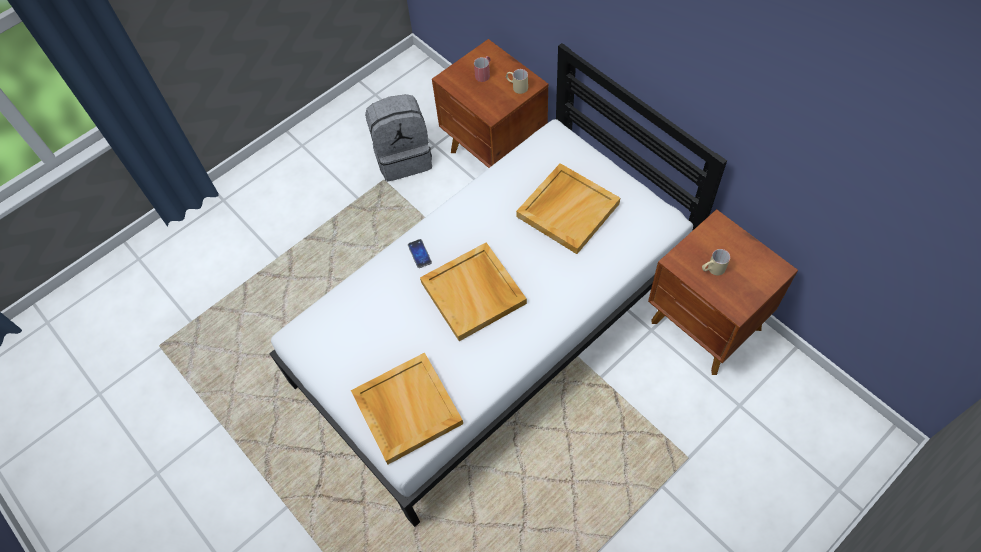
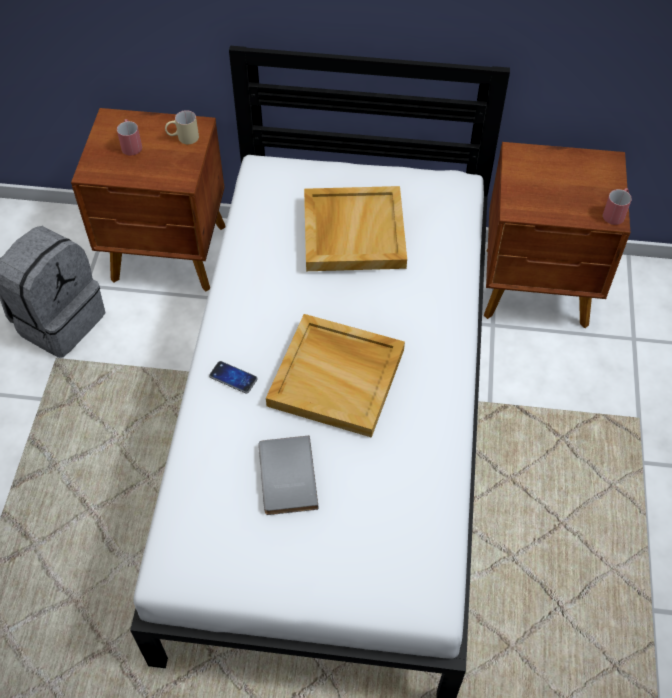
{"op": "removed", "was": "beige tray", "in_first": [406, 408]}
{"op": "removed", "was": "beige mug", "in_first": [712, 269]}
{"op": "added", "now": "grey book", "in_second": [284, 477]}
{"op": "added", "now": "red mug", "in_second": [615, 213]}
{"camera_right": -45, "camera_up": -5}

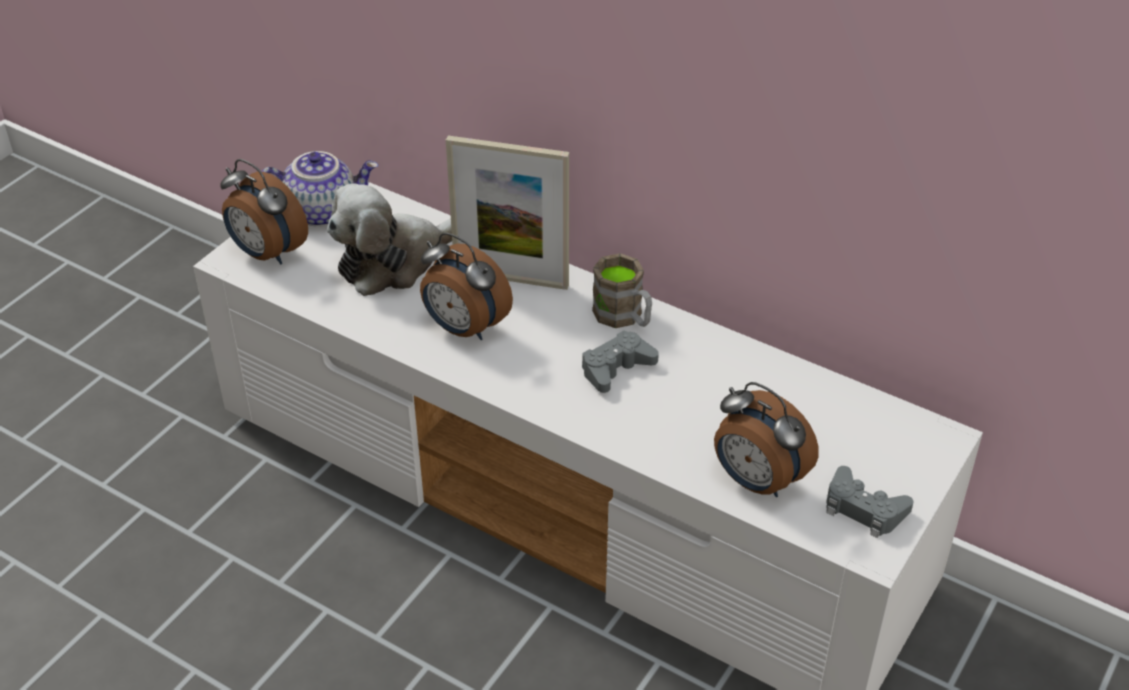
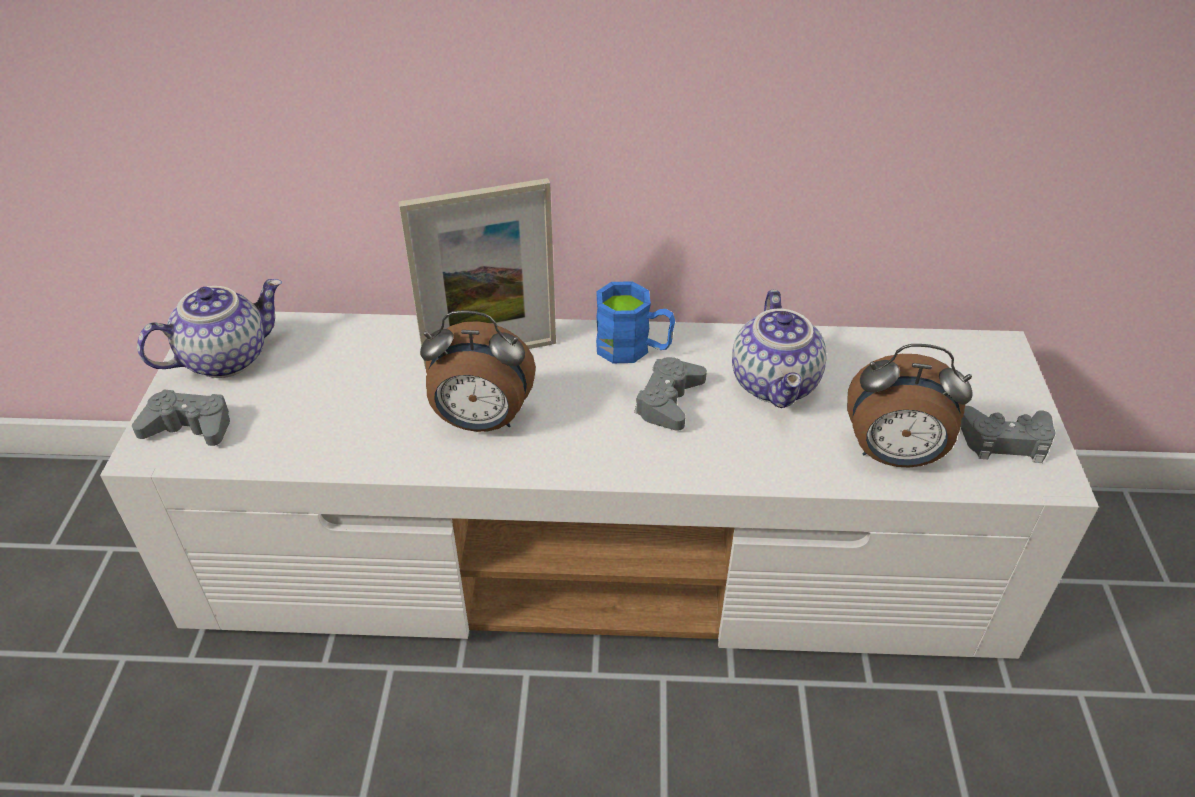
{"op": "replaced", "was": "alarm clock", "now": "grey game controller", "in_first": [267, 253], "in_second": [189, 426]}
{"op": "removed", "was": "plush toy", "in_first": [394, 261]}
{"op": "recoloured", "was": "brown mug", "now": "blue mug", "in_first": [624, 317], "in_second": [633, 349]}
{"op": "added", "now": "teapot", "in_second": [776, 384]}
{"camera_right": -30, "camera_up": 0}

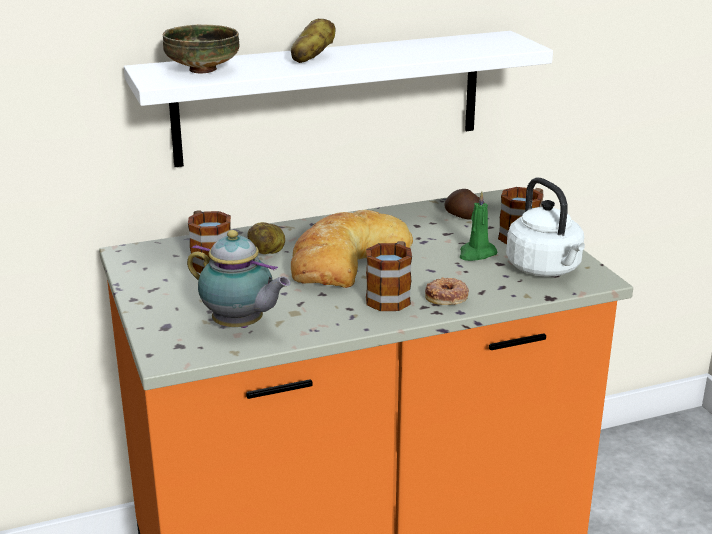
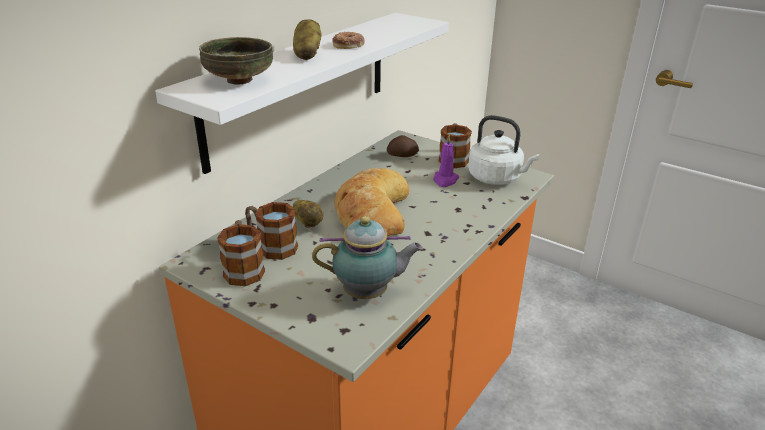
{"op": "moved", "was": "mug", "in_first": [391, 295], "in_second": [243, 268]}
{"op": "moved", "was": "donut", "in_first": [447, 297], "in_second": [348, 45]}
{"op": "recoloured", "was": "green candle", "now": "purple candle", "in_first": [476, 254], "in_second": [445, 180]}
{"camera_right": -35, "camera_up": 5}

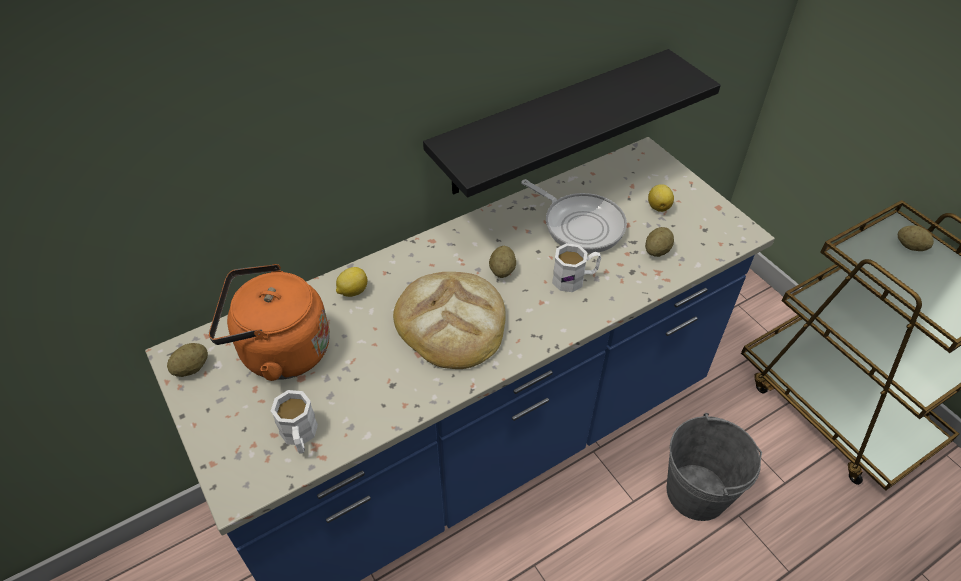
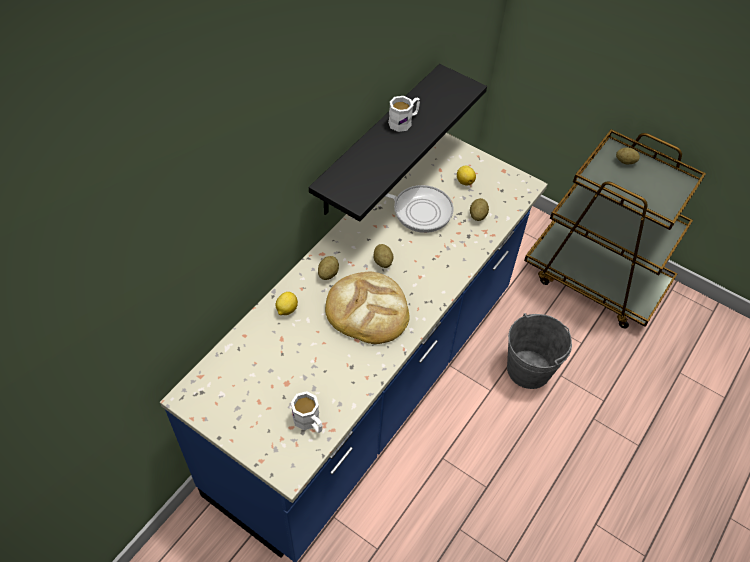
{"op": "moved", "was": "potato", "in_first": [191, 368], "in_second": [328, 273]}
{"op": "removed", "was": "orange kettle", "in_first": [279, 351]}
{"op": "moved", "was": "white mug", "in_first": [575, 279], "in_second": [404, 121]}
{"camera_right": -25, "camera_up": 5}

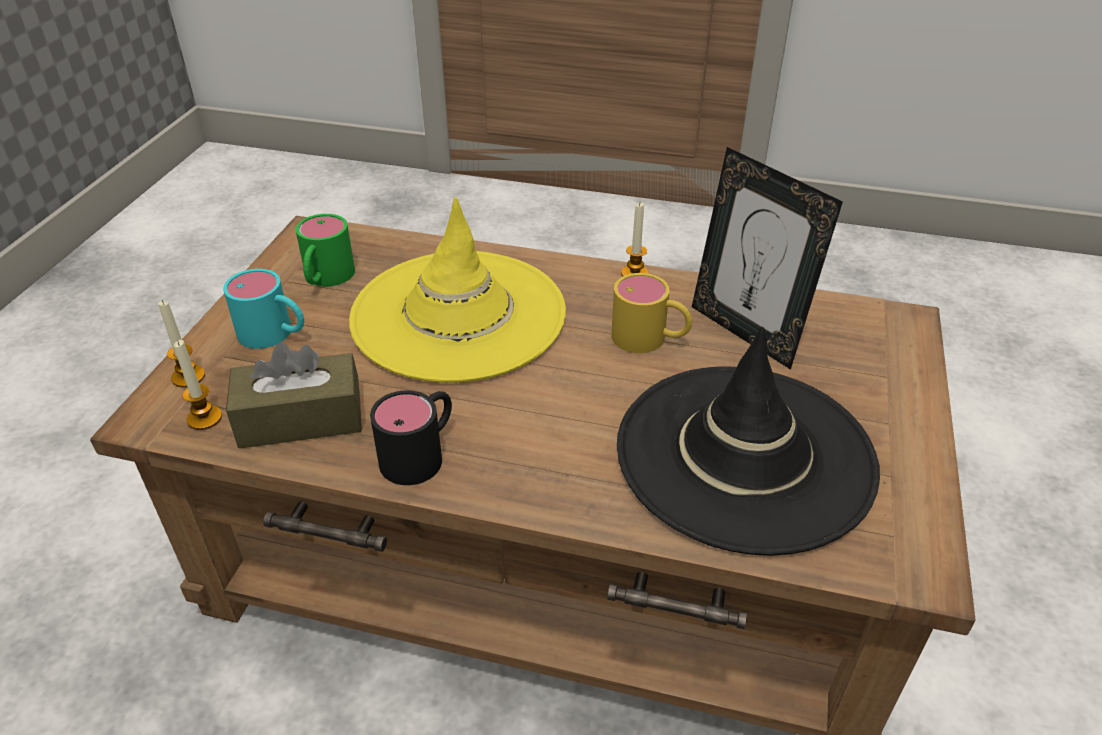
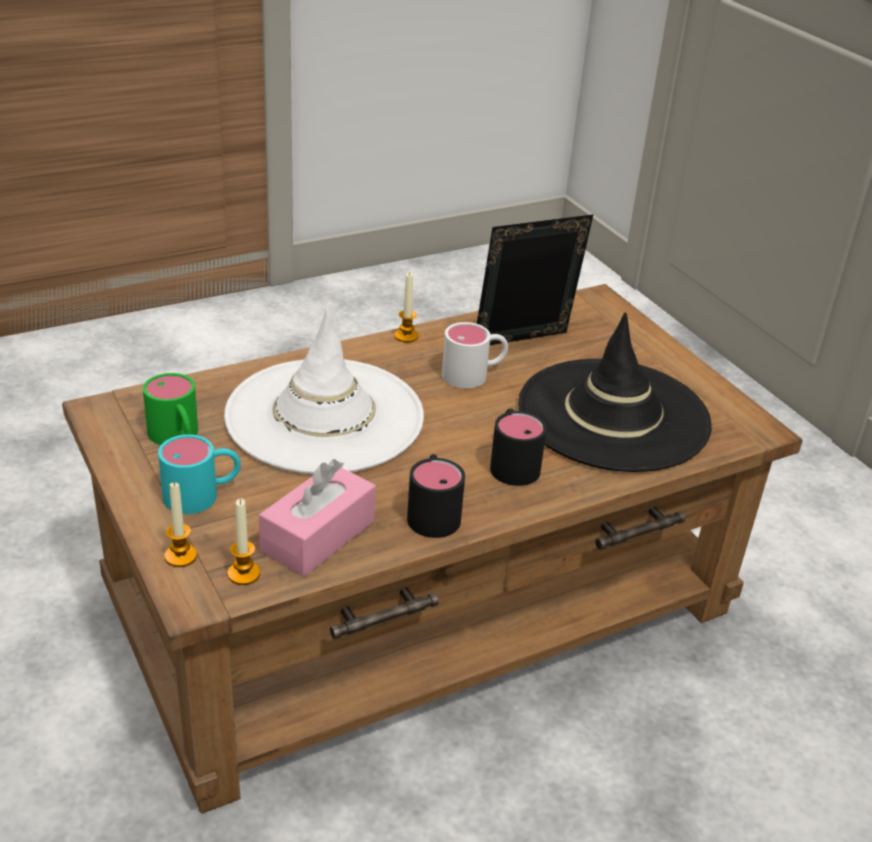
{"op": "recoloured", "was": "brown tissue box", "now": "pink tissue box", "in_first": [301, 419], "in_second": [318, 536]}
{"op": "recoloured", "was": "yellow hat", "now": "white hat", "in_first": [458, 315], "in_second": [324, 416]}
{"op": "recoloured", "was": "yellow mug", "now": "white mug", "in_first": [650, 339], "in_second": [474, 374]}
{"op": "turned", "was": "picture frame", "in_first": [746, 332], "in_second": [523, 344], "clockwise": 150}
{"op": "added", "now": "black mug", "in_second": [512, 462]}
{"camera_right": -45, "camera_up": -5}

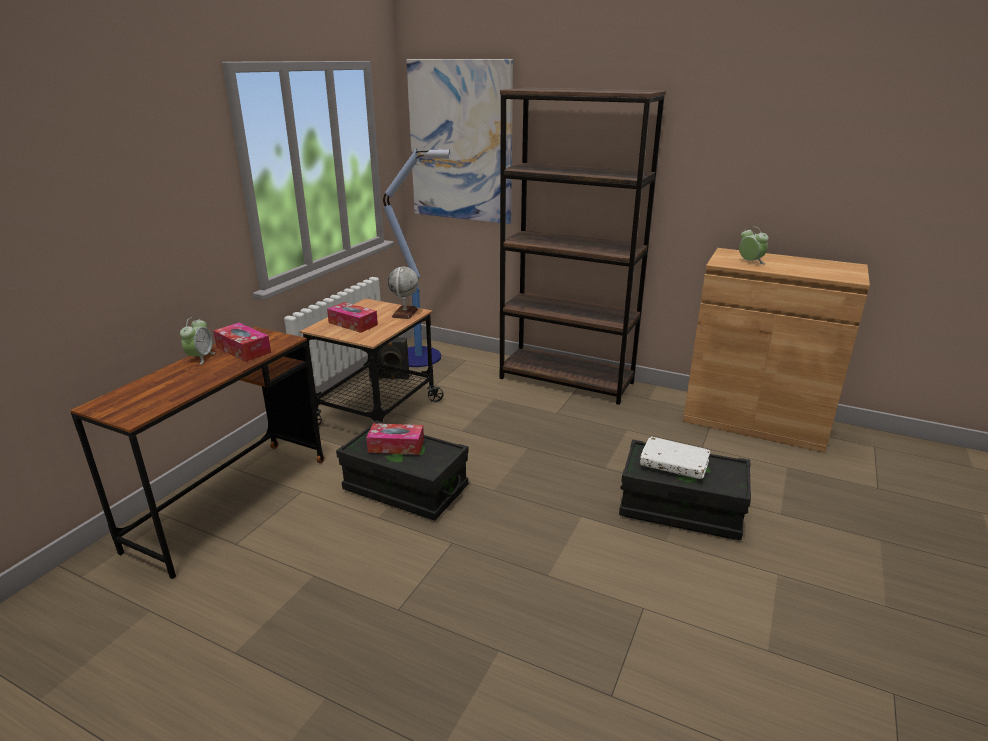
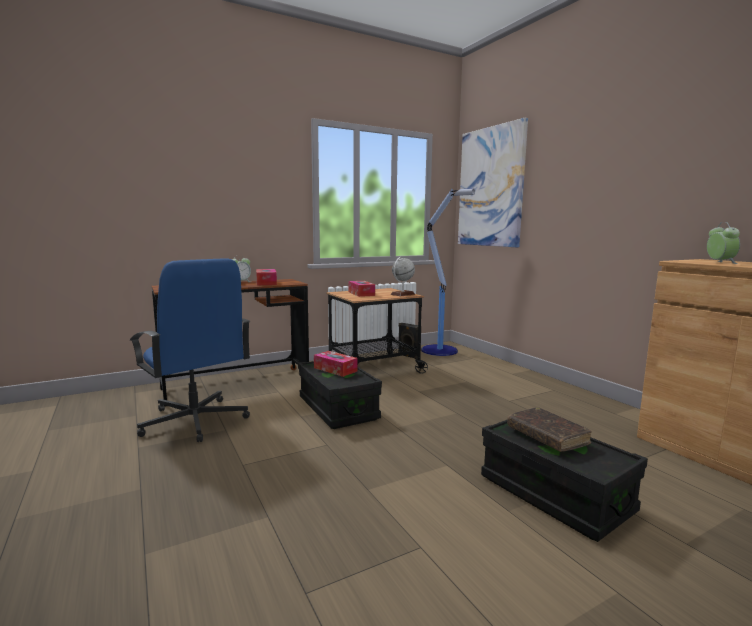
{"op": "removed", "was": "brown bookcase", "in_first": [566, 380]}
{"op": "recoloured", "was": "white book", "now": "brown book", "in_first": [674, 464], "in_second": [547, 436]}
{"op": "added", "now": "blue office chair", "in_second": [195, 421]}
{"camera_right": 35, "camera_up": -15}

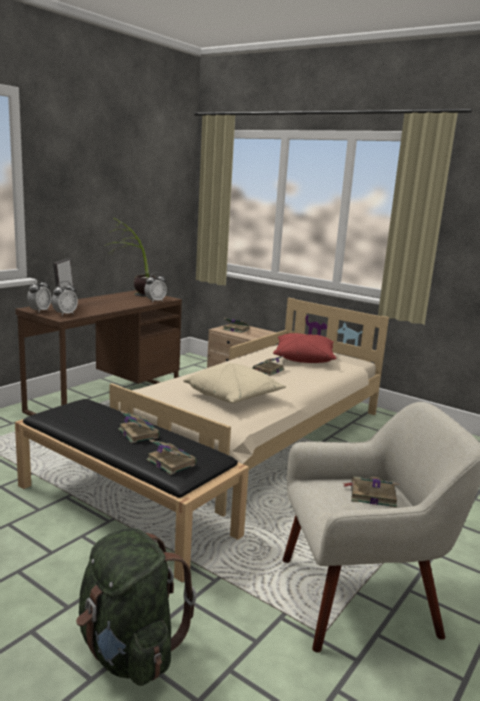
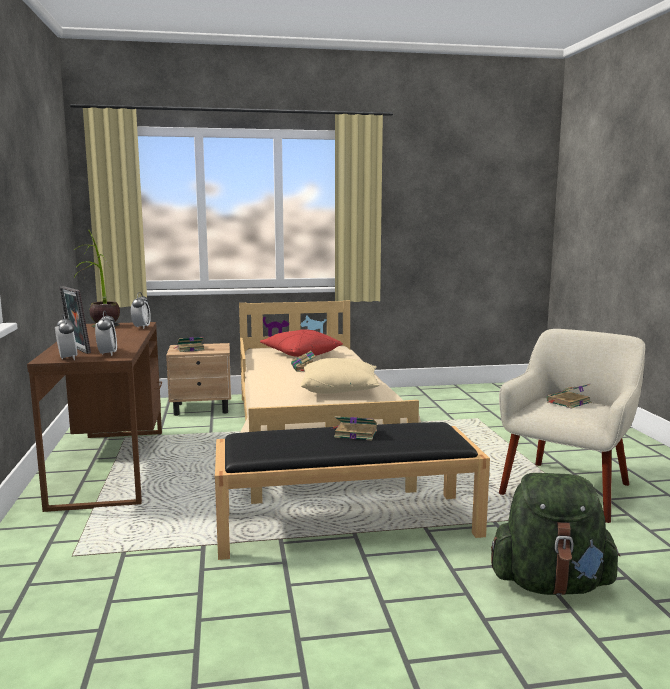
{"op": "removed", "was": "book", "in_first": [170, 462]}
{"camera_right": -45, "camera_up": -5}

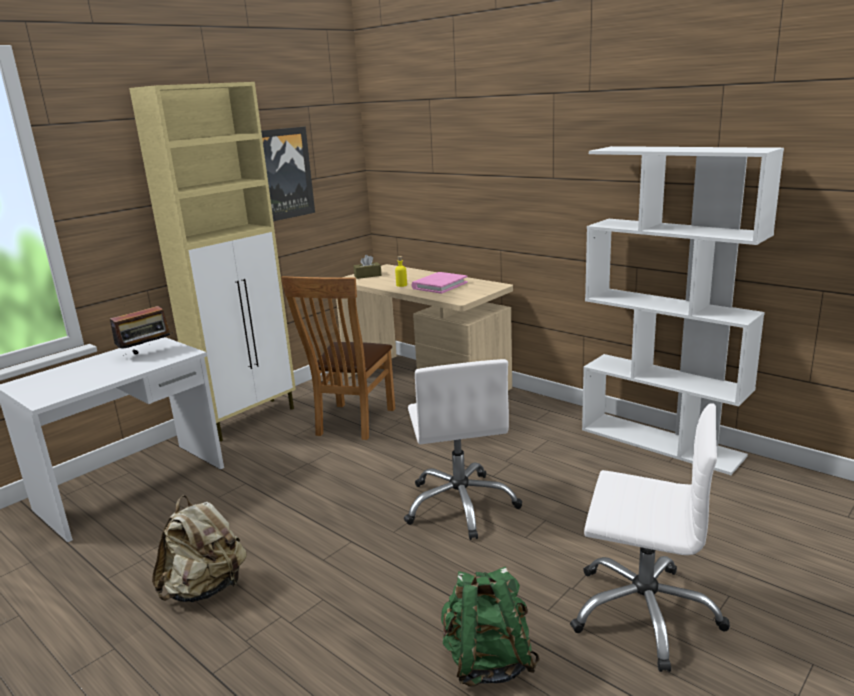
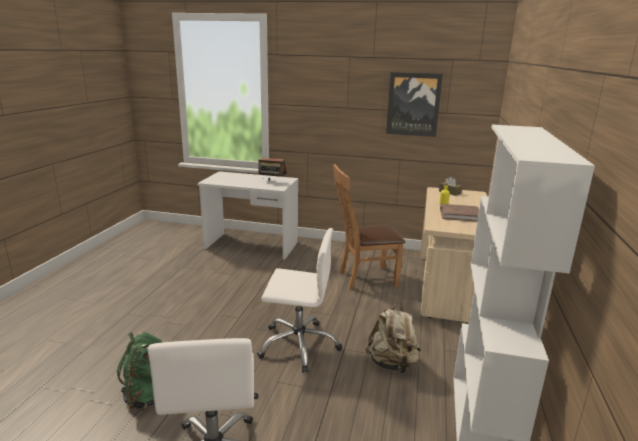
{"op": "removed", "was": "beige cabinet", "in_first": [249, 419]}
{"op": "moved", "was": "beige backpack", "in_first": [206, 588], "in_second": [392, 364]}
{"op": "turned", "was": "white office chair", "in_first": [461, 505], "in_second": [299, 345], "clockwise": -135}
{"op": "recoloured", "was": "pink book", "now": "brown book", "in_first": [439, 285], "in_second": [459, 215]}
{"camera_right": 60, "camera_up": 0}

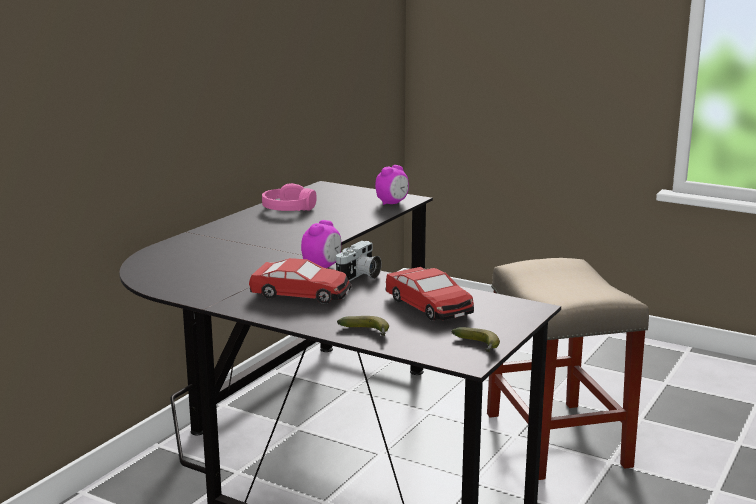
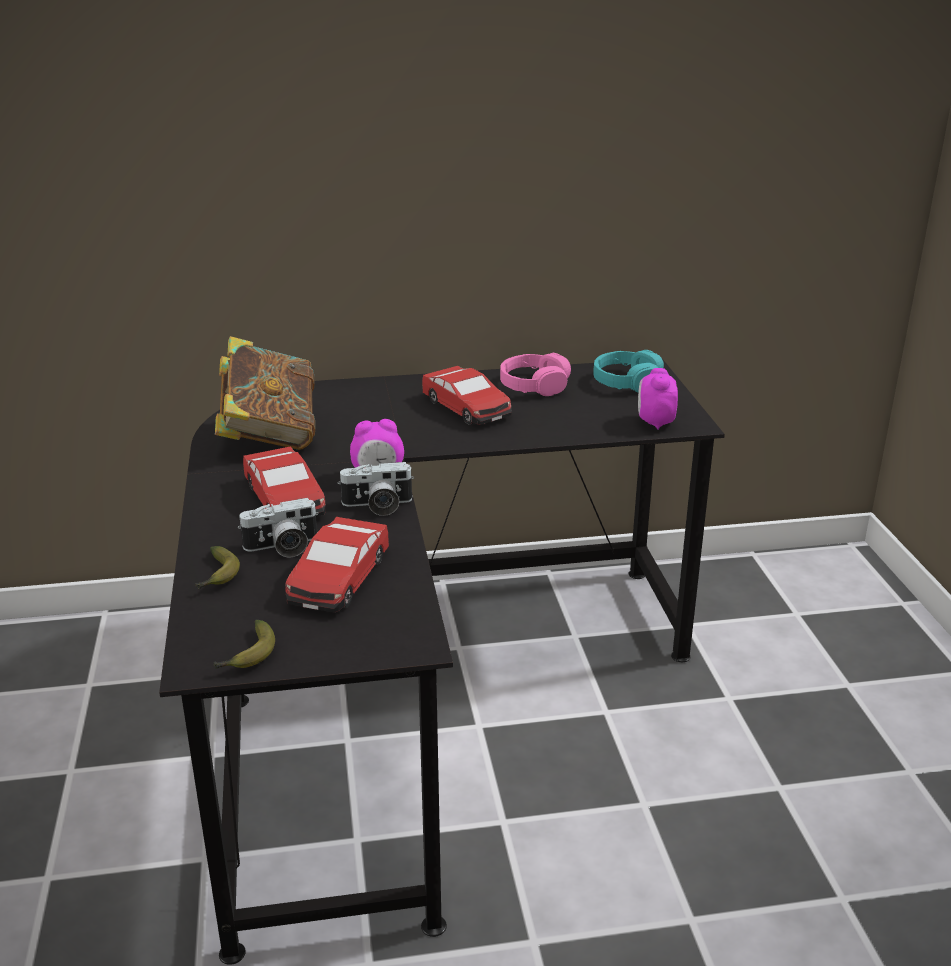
{"op": "turned", "was": "alarm clock", "in_first": [392, 203], "in_second": [655, 422], "clockwise": 90}
{"op": "removed", "was": "beige stool", "in_first": [558, 440]}
{"op": "added", "now": "book", "in_second": [269, 436]}
{"op": "added", "now": "photo camera", "in_second": [282, 547]}
{"op": "added", "now": "toy car", "in_second": [466, 407]}
{"op": "added", "now": "turquoise headphones", "in_second": [627, 382]}
{"camera_right": 50, "camera_up": 10}

